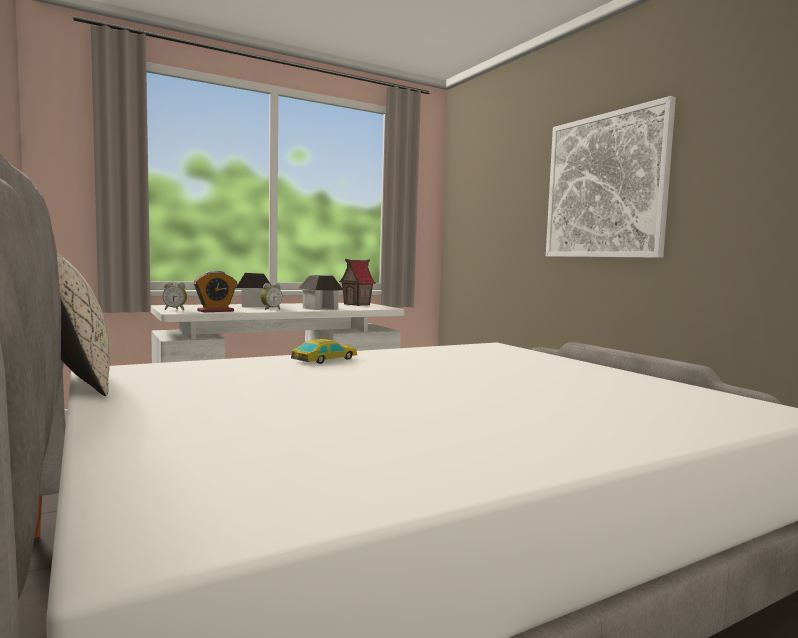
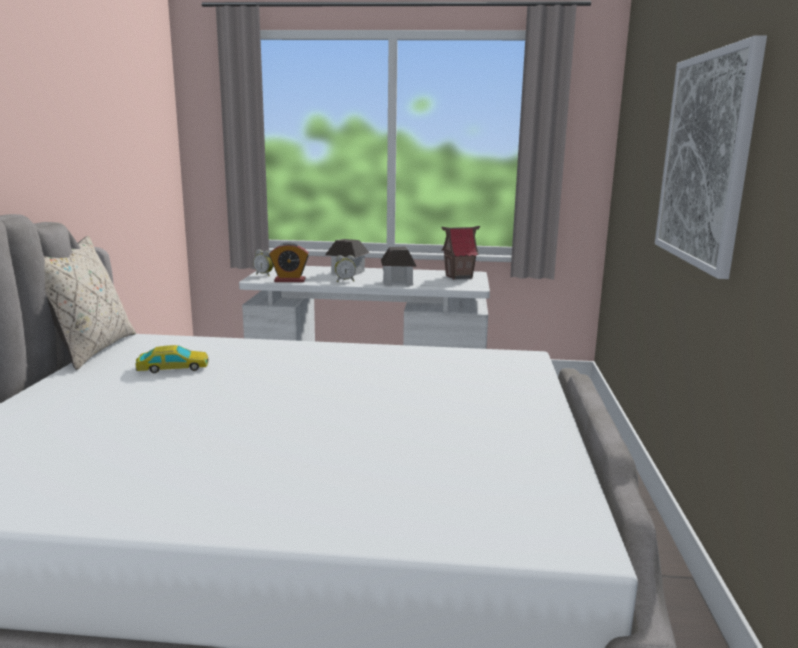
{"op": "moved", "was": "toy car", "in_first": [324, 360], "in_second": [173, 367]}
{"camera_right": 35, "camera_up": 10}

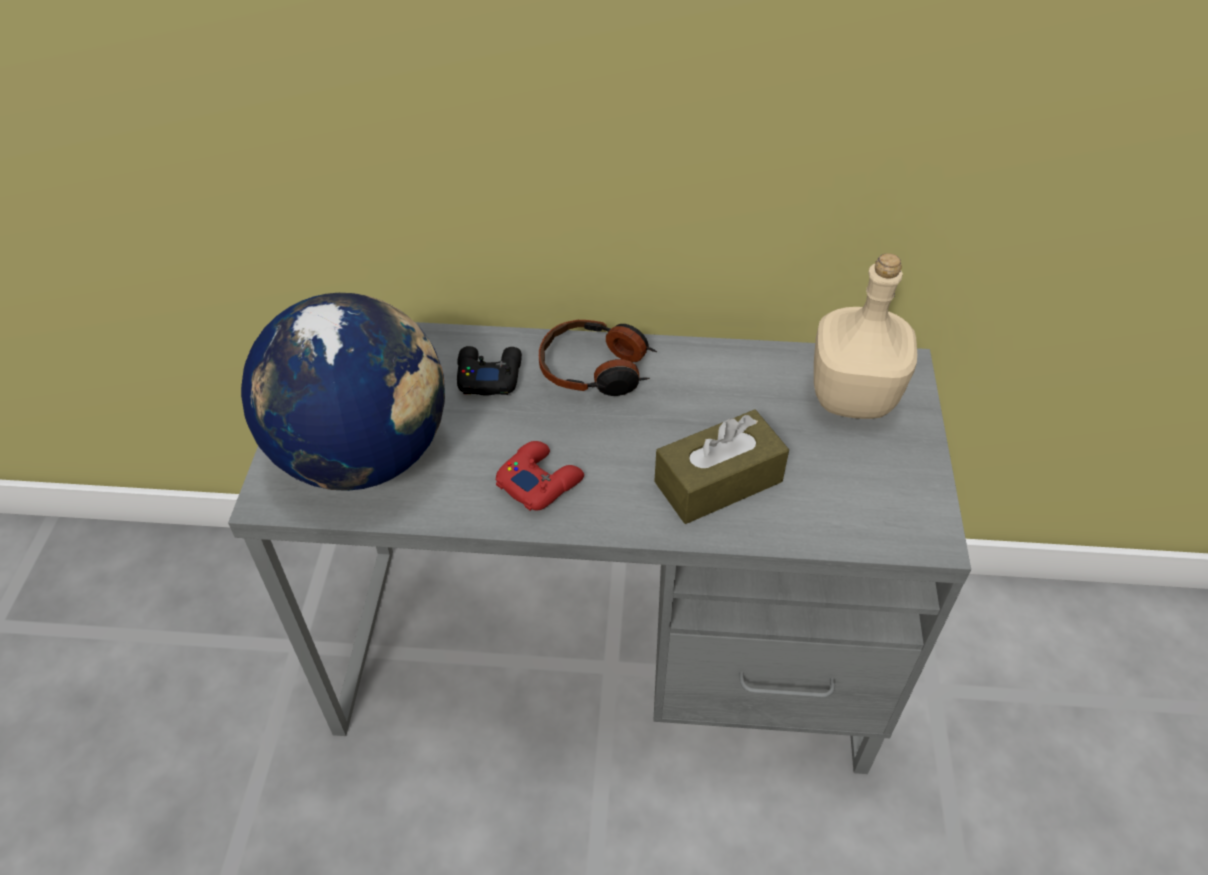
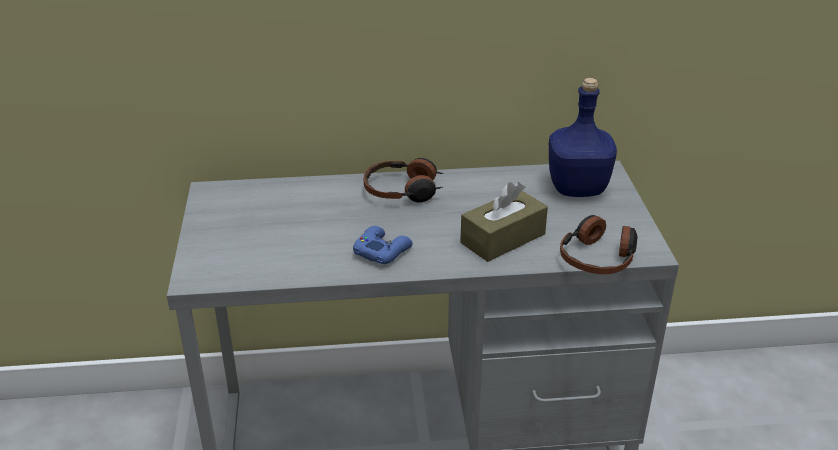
{"op": "removed", "was": "globe", "in_first": [364, 454]}
{"op": "removed", "was": "black game controller", "in_first": [489, 375]}
{"op": "recoloured", "was": "red game controller", "now": "blue game controller", "in_first": [539, 481], "in_second": [382, 250]}
{"op": "recoloured", "was": "beige bottle", "now": "blue bottle", "in_first": [852, 398], "in_second": [578, 189]}
{"op": "added", "now": "headphones", "in_second": [599, 257]}
{"camera_right": -10, "camera_up": -15}

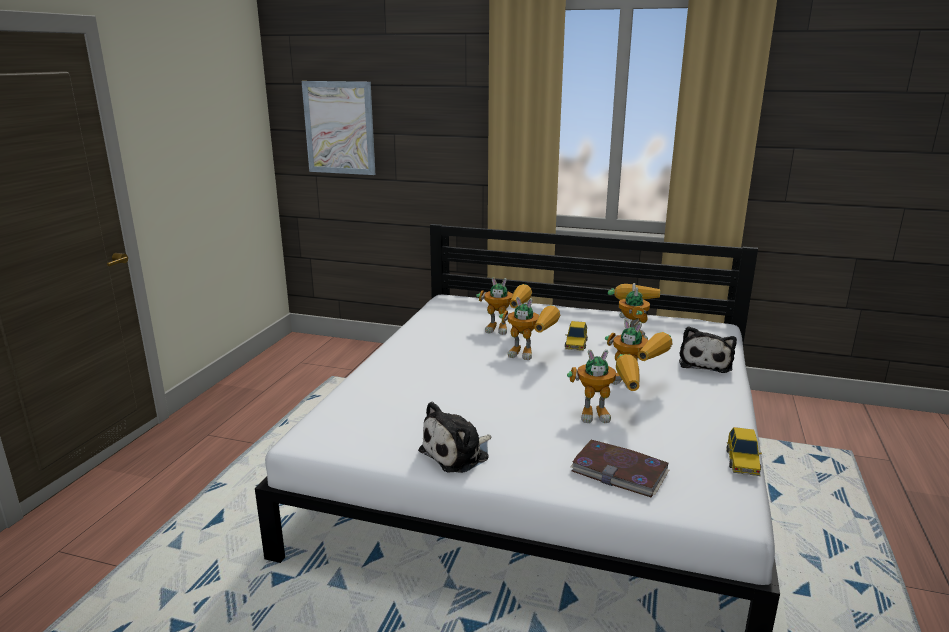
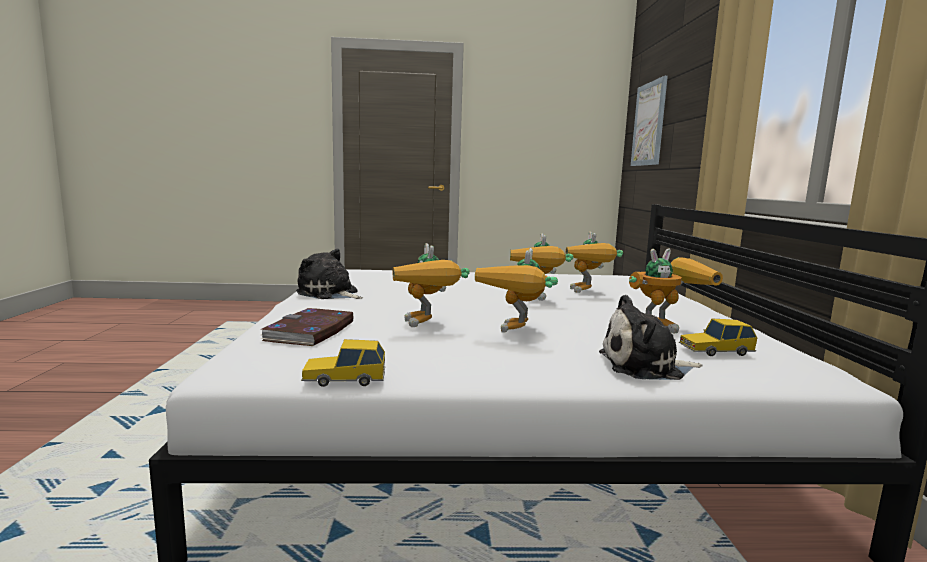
{"op": "moved", "was": "toy car", "in_first": [576, 344], "in_second": [715, 350]}
{"camera_right": 70, "camera_up": -10}

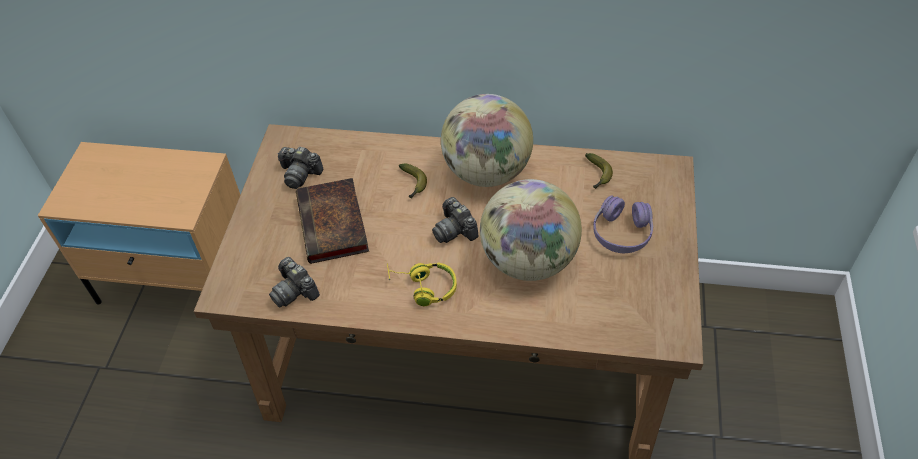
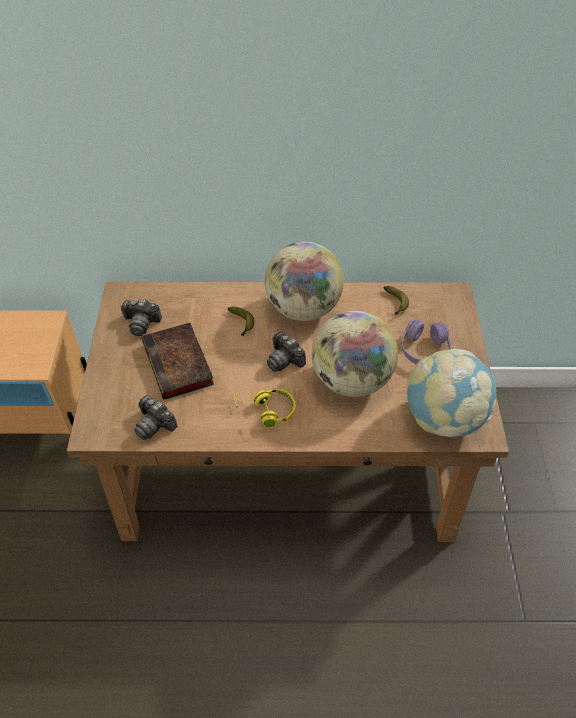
{"op": "added", "now": "globe", "in_second": [443, 418]}
{"camera_right": -10, "camera_up": 0}

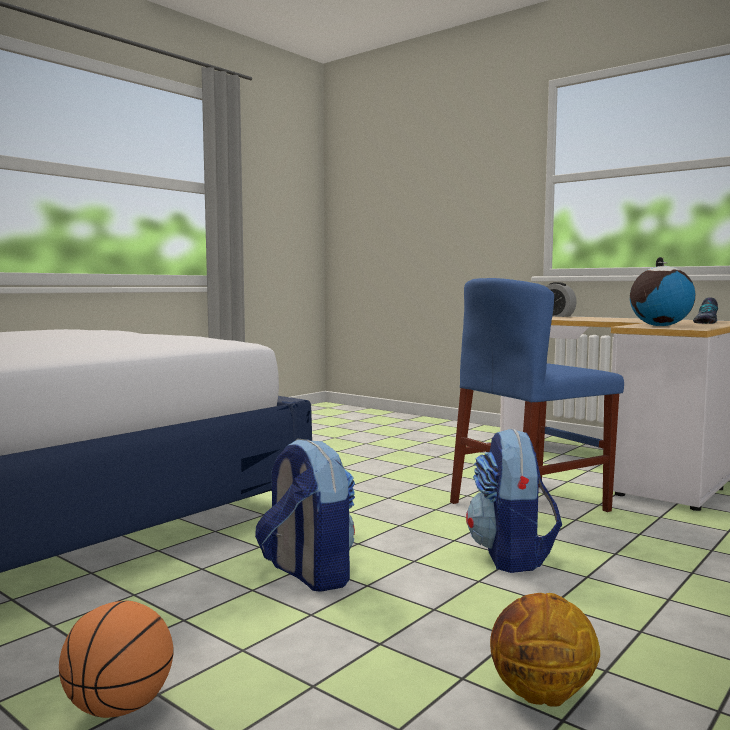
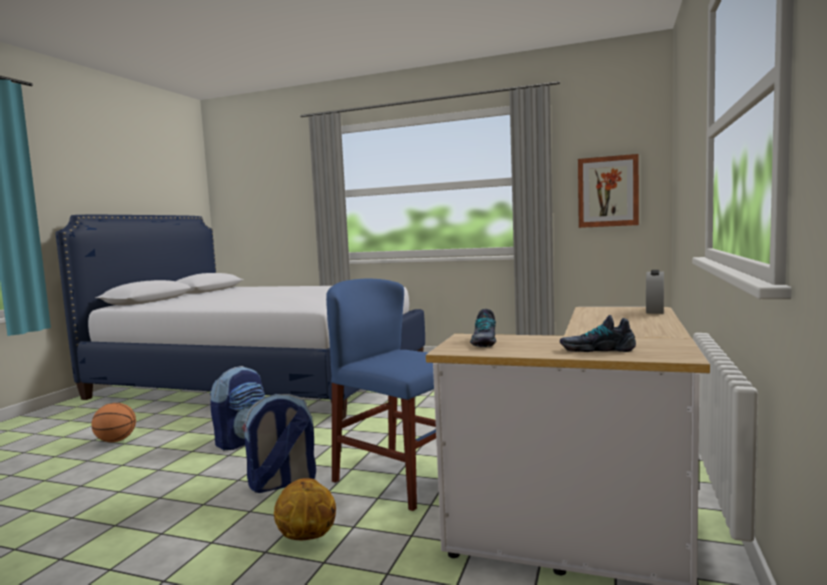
{"op": "moved", "was": "basketball", "in_first": [541, 696], "in_second": [306, 537]}
{"op": "replaced", "was": "globe", "now": "shoe", "in_first": [659, 326], "in_second": [483, 341]}
{"op": "added", "now": "picture", "in_second": [607, 191]}
{"camera_right": 70, "camera_up": 0}

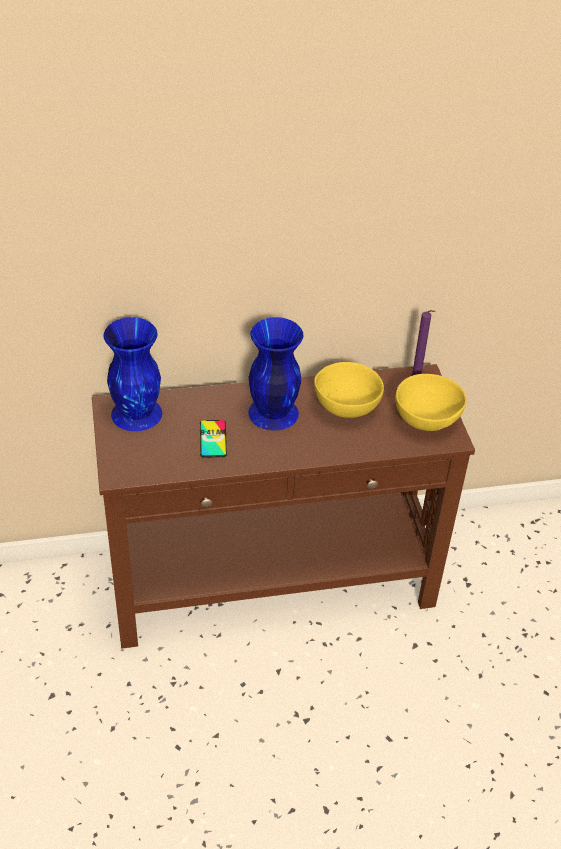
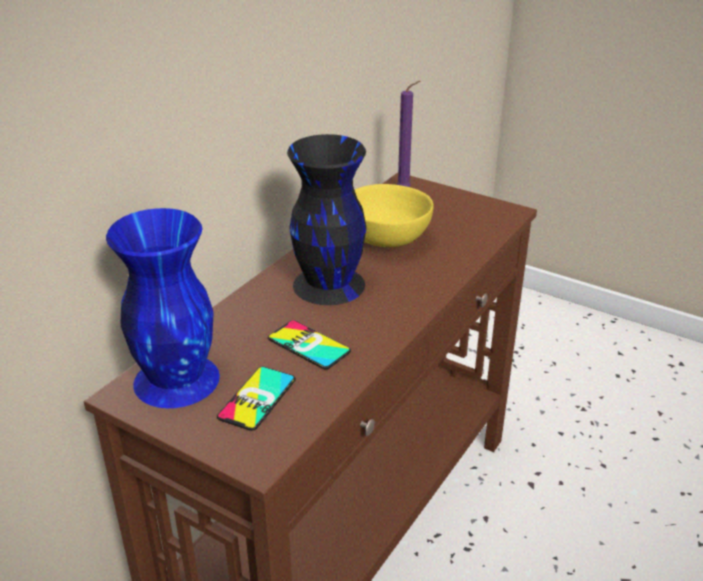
{"op": "recoloured", "was": "blue vase", "now": "black vase", "in_first": [272, 413], "in_second": [328, 285]}
{"op": "removed", "was": "yellow bowl", "in_first": [427, 421]}
{"op": "added", "now": "phone", "in_second": [257, 398]}
{"camera_right": -45, "camera_up": -10}

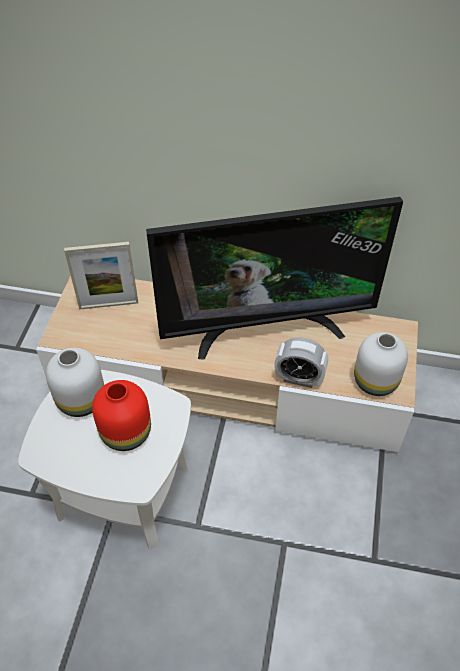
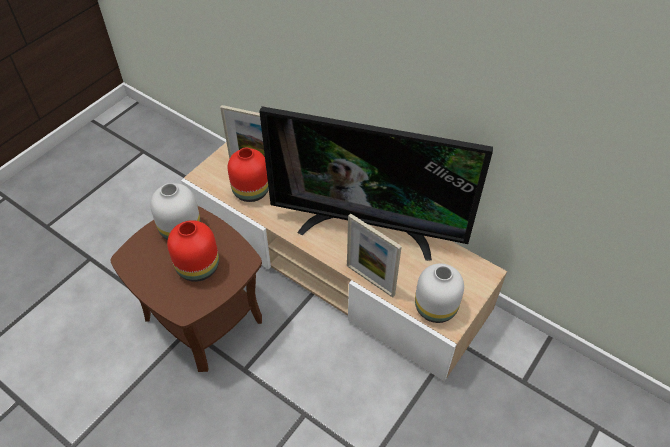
{"op": "recoloured", "was": "white side table", "now": "brown side table", "in_first": [123, 491], "in_second": [204, 318]}
{"op": "replaced", "was": "alarm clock", "now": "picture frame", "in_first": [299, 379], "in_second": [370, 280]}
{"op": "added", "now": "red vase", "in_second": [250, 191]}
{"camera_right": 25, "camera_up": 0}

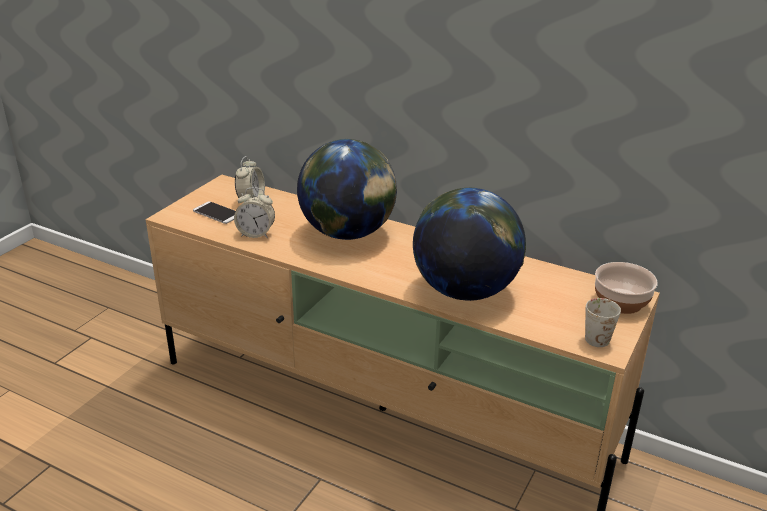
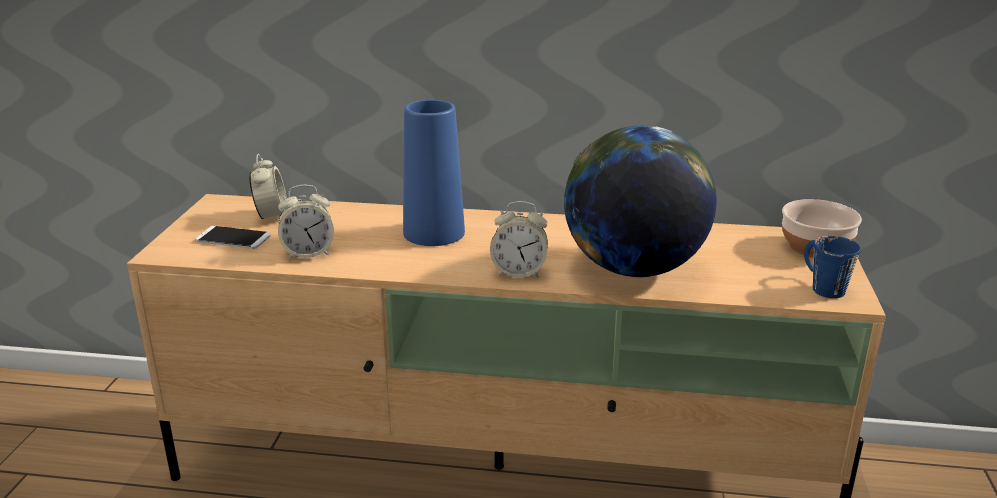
{"op": "replaced", "was": "globe", "now": "blue vase", "in_first": [347, 234], "in_second": [434, 233]}
{"op": "recoloured", "was": "white mug", "now": "blue mug", "in_first": [594, 335], "in_second": [821, 286]}
{"op": "added", "now": "alarm clock", "in_second": [519, 272]}
{"camera_right": -20, "camera_up": -5}

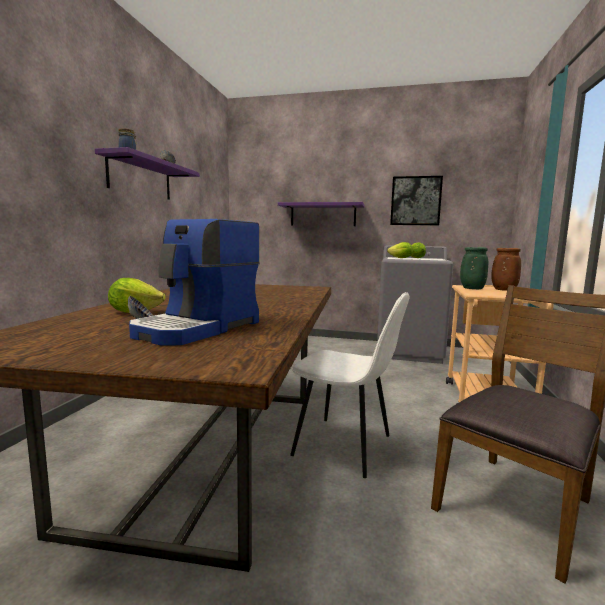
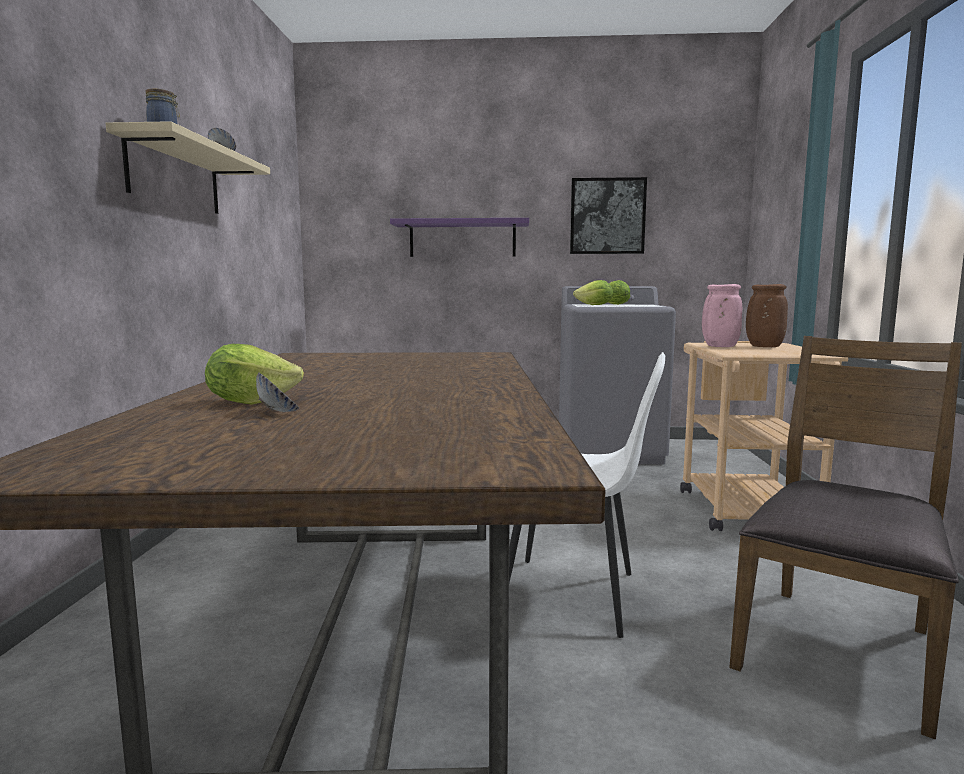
{"op": "recoloured", "was": "purple shelf", "now": "beige shelf", "in_first": [140, 178], "in_second": [175, 176]}
{"op": "removed", "was": "coffee machine", "in_first": [199, 328]}
{"op": "recoloured", "was": "green vase", "now": "pink vase", "in_first": [471, 288], "in_second": [719, 346]}
{"camera_right": -10, "camera_up": 0}

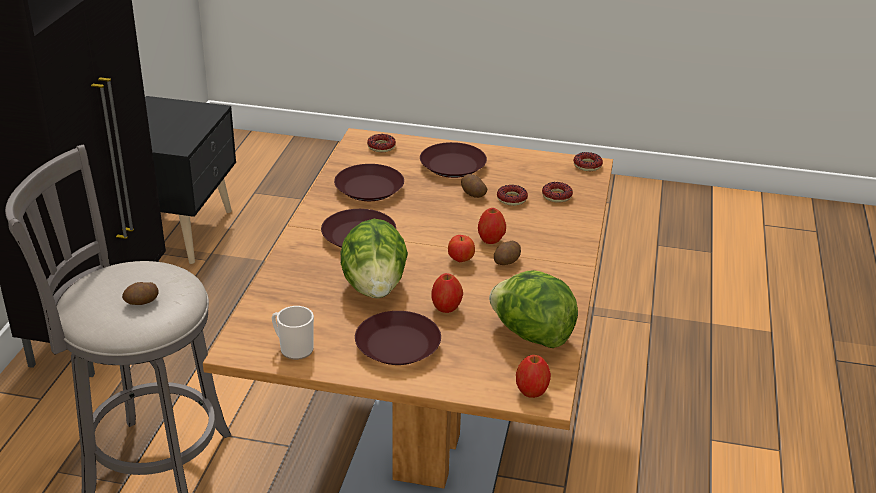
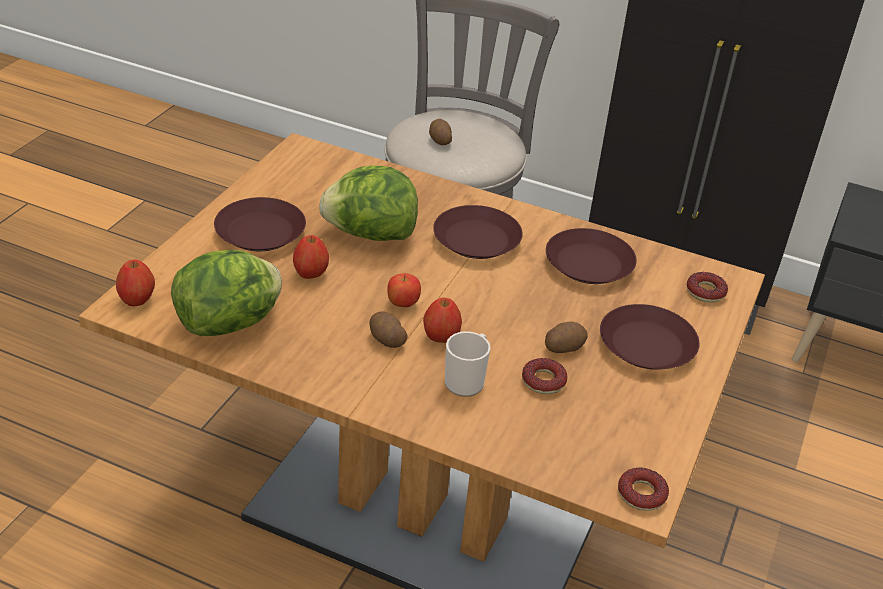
{"op": "moved", "was": "mug", "in_first": [293, 348], "in_second": [466, 381]}
{"op": "removed", "was": "donut", "in_first": [556, 196]}
{"camera_right": 100, "camera_up": 5}

